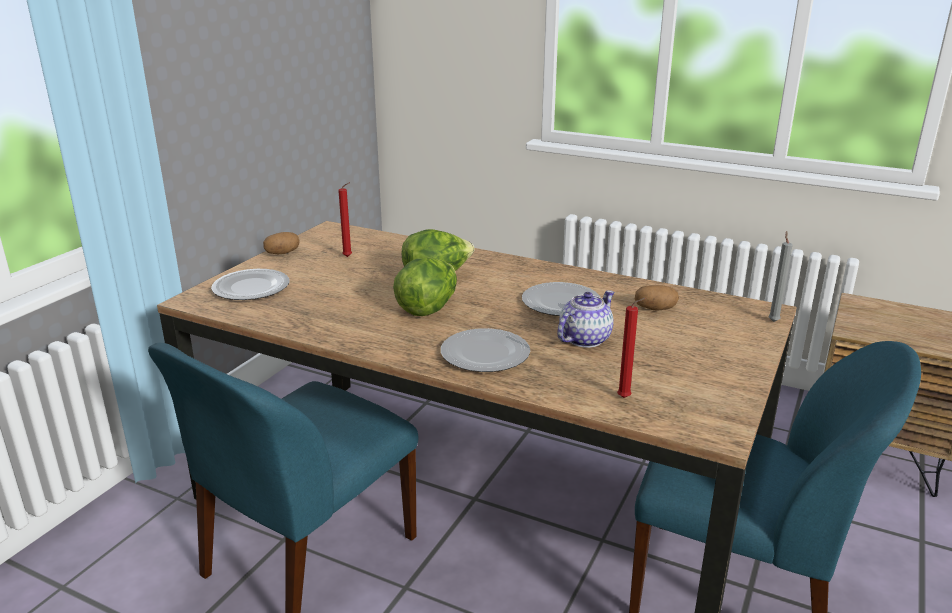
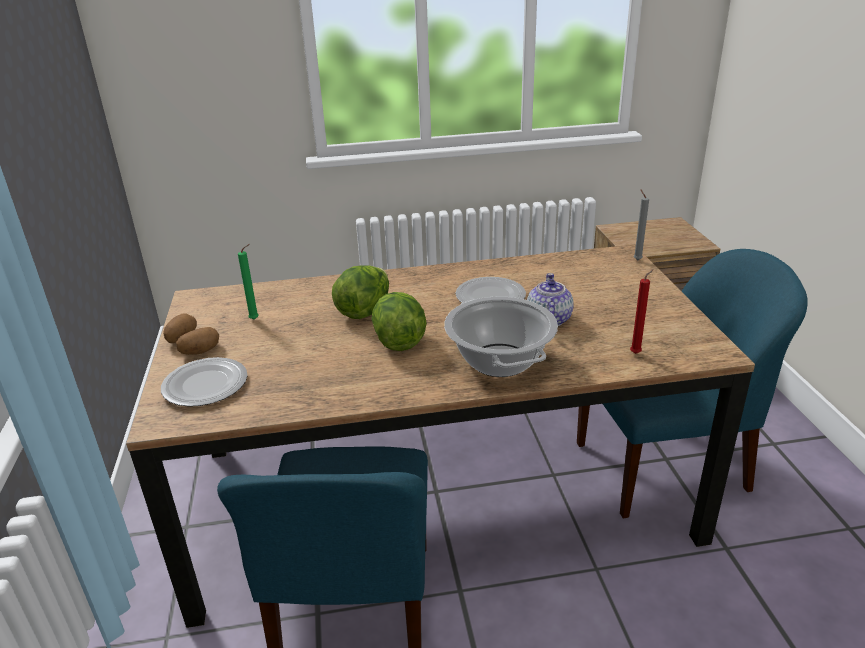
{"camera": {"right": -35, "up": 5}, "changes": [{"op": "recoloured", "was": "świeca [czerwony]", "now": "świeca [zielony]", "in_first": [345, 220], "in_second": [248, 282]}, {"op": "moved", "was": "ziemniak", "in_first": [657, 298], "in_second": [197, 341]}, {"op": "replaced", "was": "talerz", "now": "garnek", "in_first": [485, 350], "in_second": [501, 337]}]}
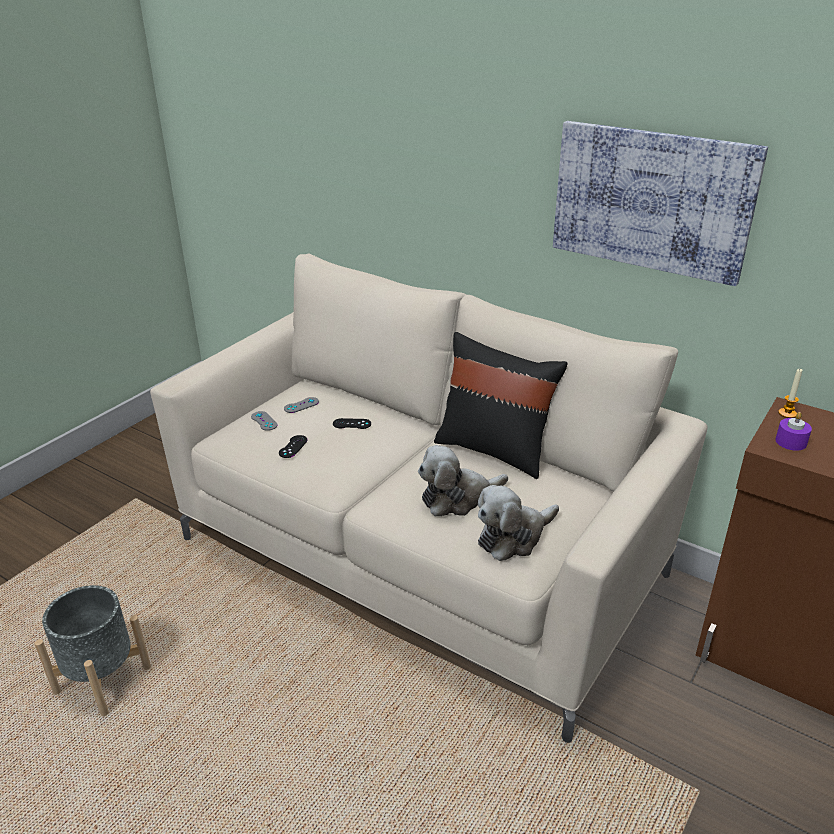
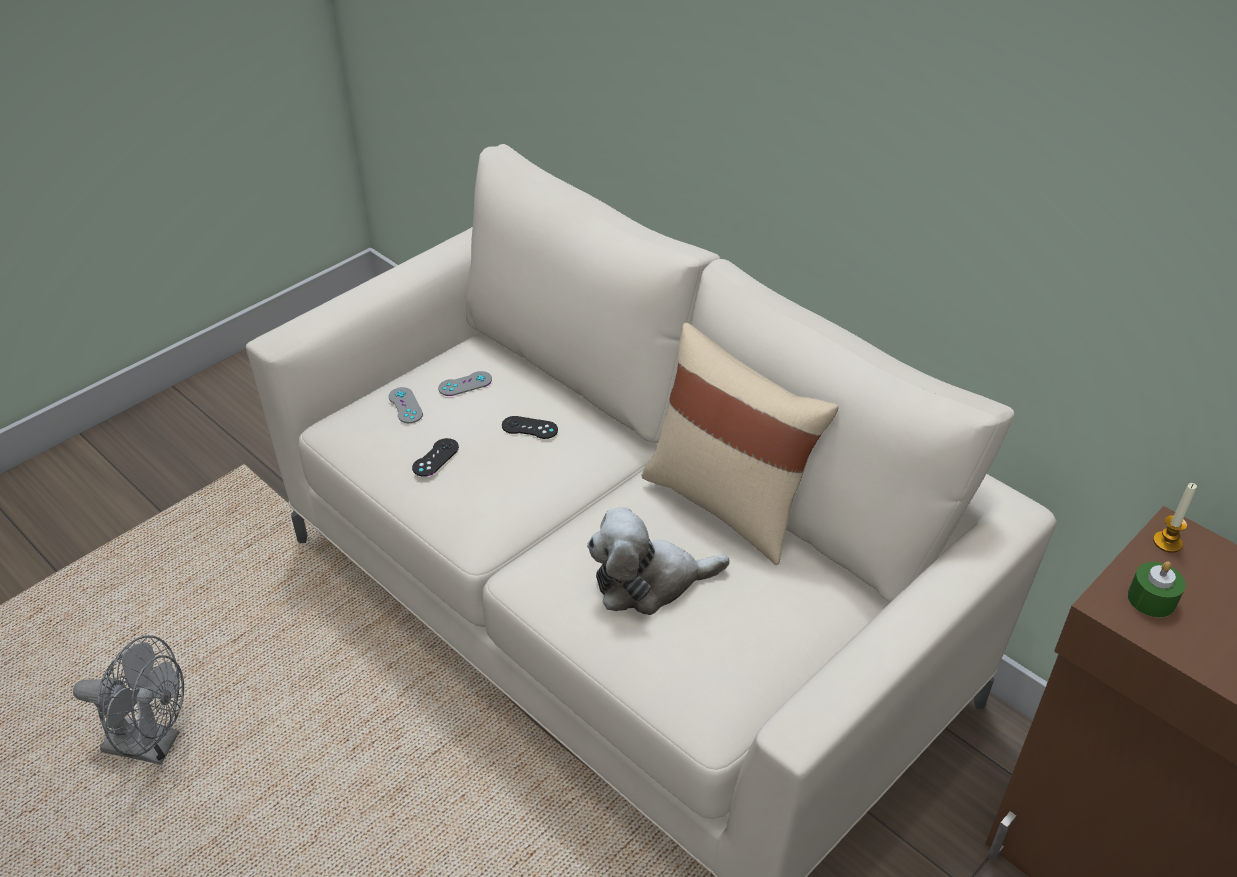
{"camera": {"right": 10, "up": 10}, "changes": [{"op": "removed", "was": "obraz", "in_first": [660, 203]}, {"op": "recoloured", "was": "poduszka [czarny]", "now": "poduszka [beżowy]", "in_first": [500, 405], "in_second": [740, 444]}, {"op": "recoloured", "was": "świeca [fioletowy]", "now": "świeca [zielony]", "in_first": [793, 431], "in_second": [1156, 589]}, {"op": "removed", "was": "pluszak", "in_first": [518, 523]}, {"op": "replaced", "was": "donica [szary]", "now": "wentylator [szary]", "in_first": [93, 650], "in_second": [128, 700]}]}
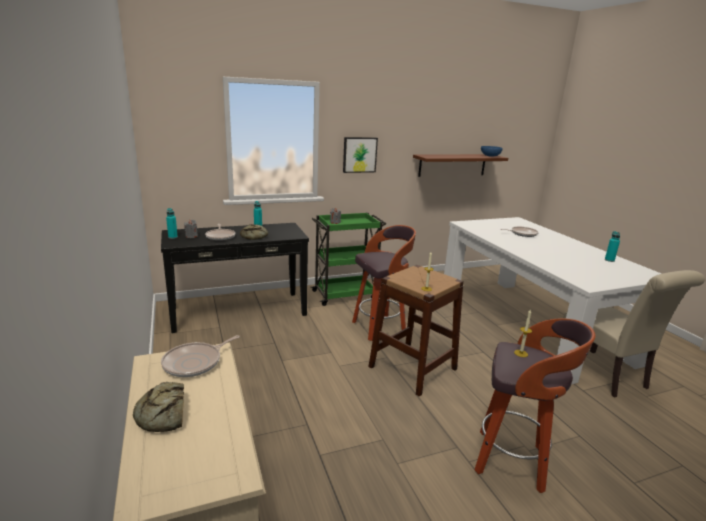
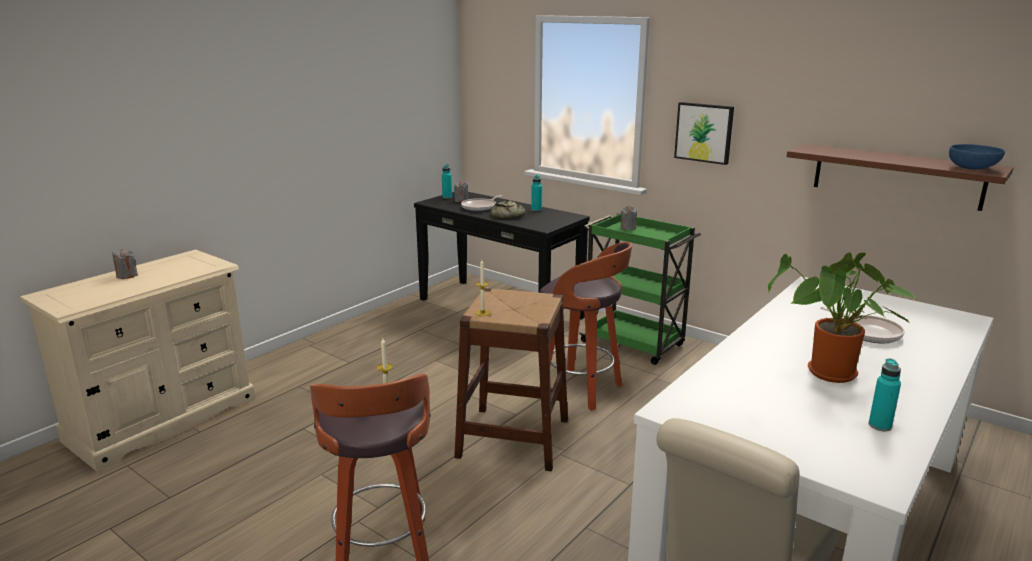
{"camera": {"right": 60, "up": 0}, "changes": [{"op": "removed", "was": "patelnia", "in_first": [200, 356]}, {"op": "replaced", "was": "chleb", "now": "świeca [szary]", "in_first": [158, 407], "in_second": [125, 264]}, {"op": "added", "now": "roślina doniczkowa", "in_second": [843, 317]}]}
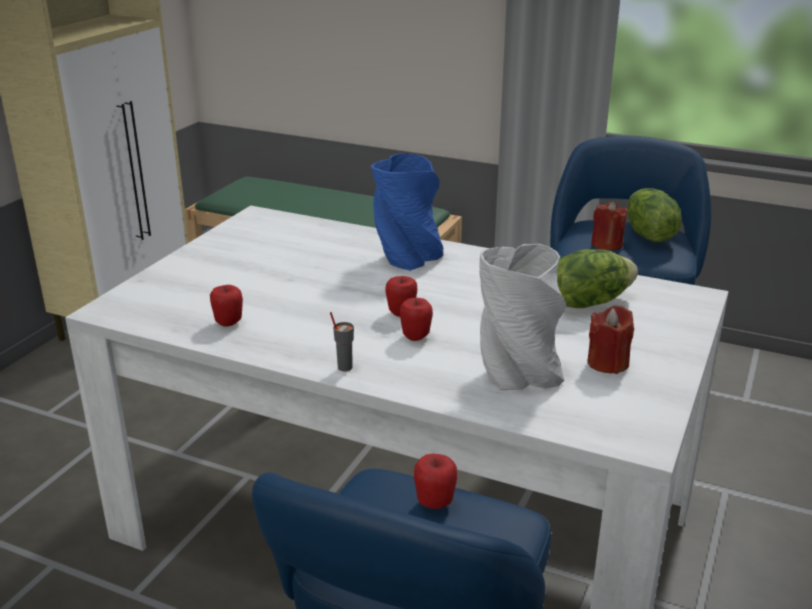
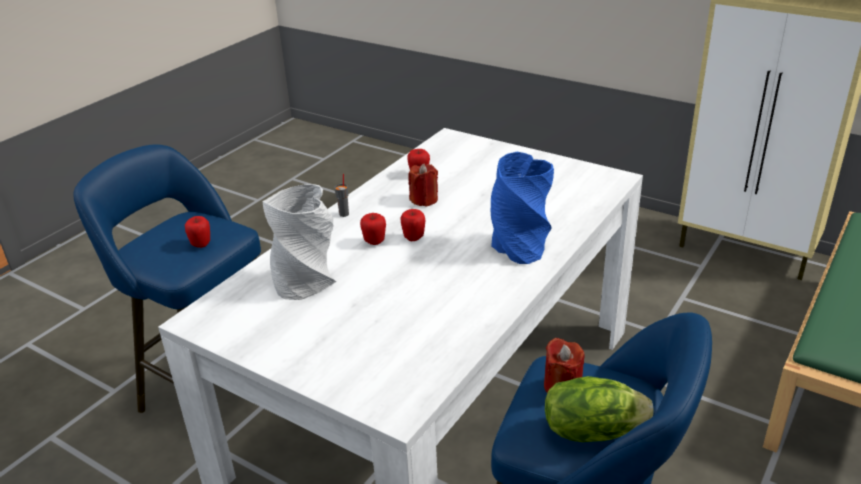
{"camera": {"right": 100, "up": 5}, "changes": [{"op": "removed", "was": "sałata", "in_first": [597, 278]}, {"op": "moved", "was": "świeca [czerwony]", "in_first": [610, 340], "in_second": [423, 185]}]}
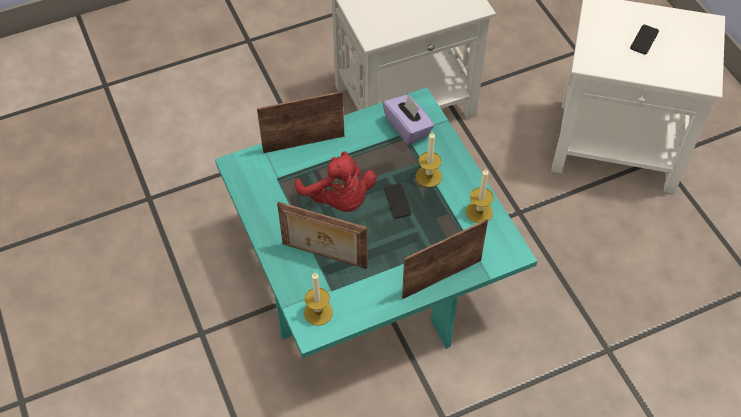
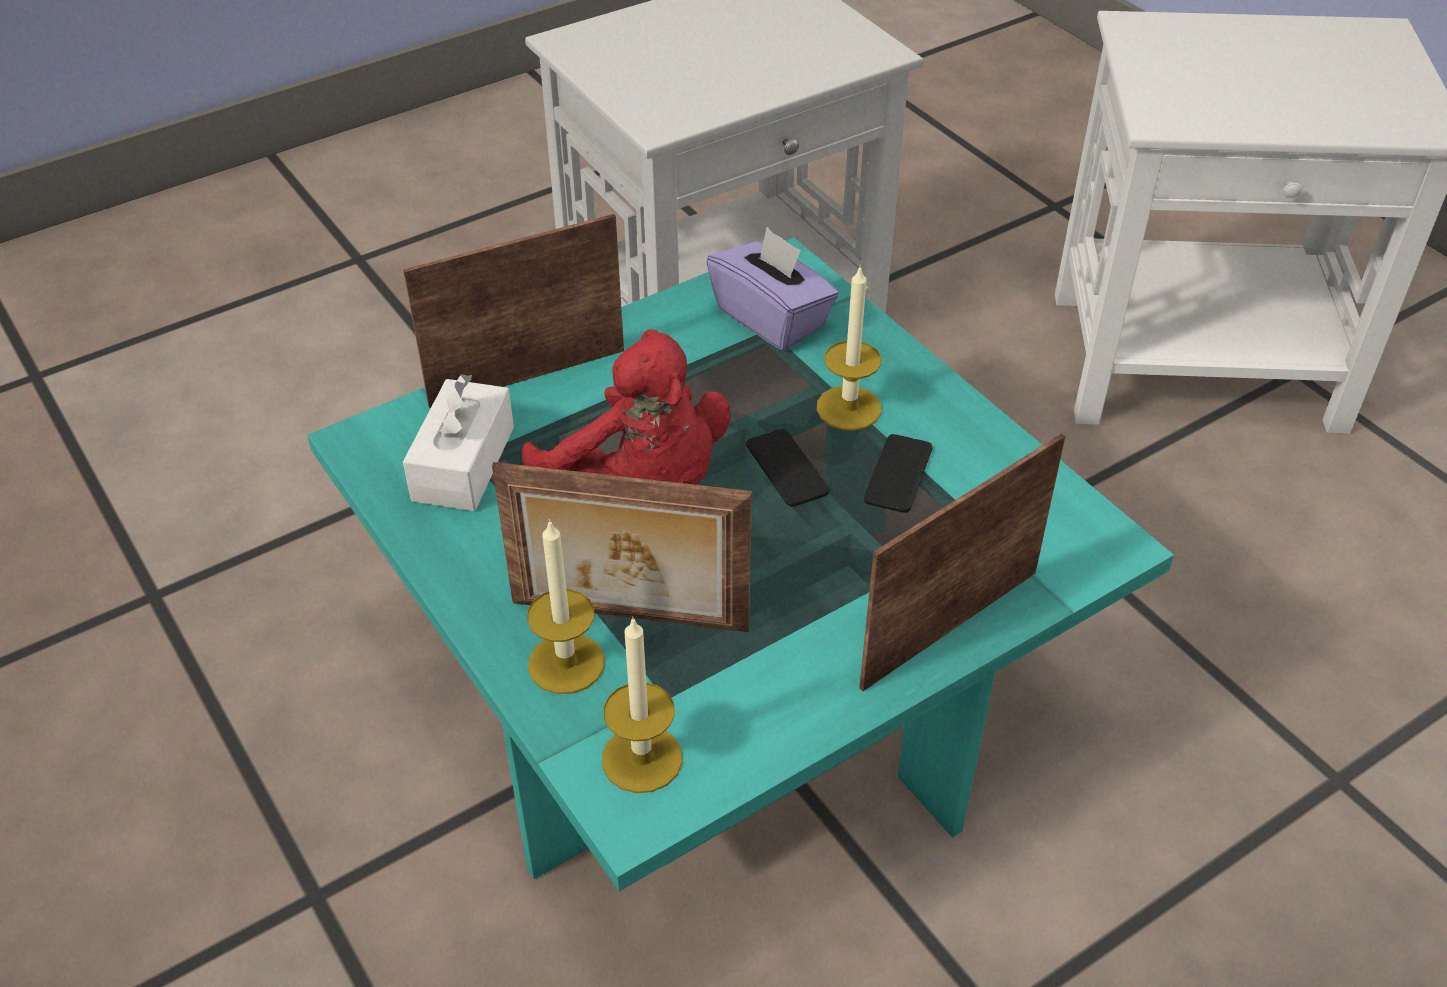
{"camera": {"right": -10, "up": -10}, "changes": [{"op": "moved", "was": "telefon", "in_first": [644, 39], "in_second": [898, 473]}, {"op": "moved", "was": "świeca", "in_first": [479, 196], "in_second": [566, 606]}, {"op": "added", "now": "pudełko chusteczek [biały]", "in_second": [458, 442]}]}
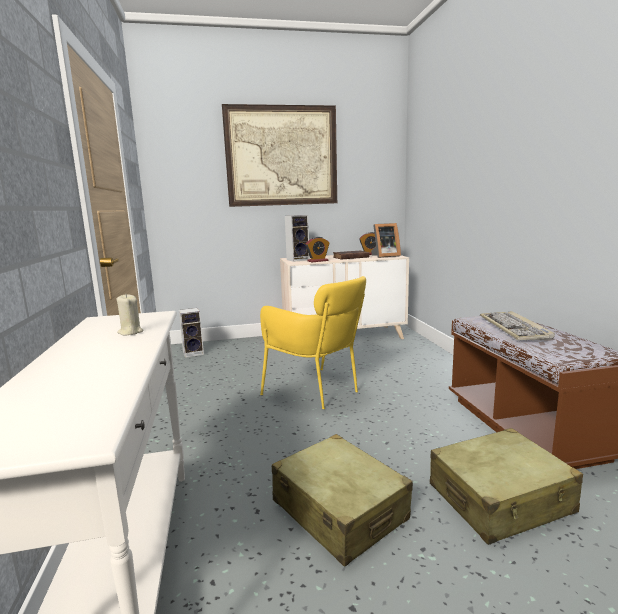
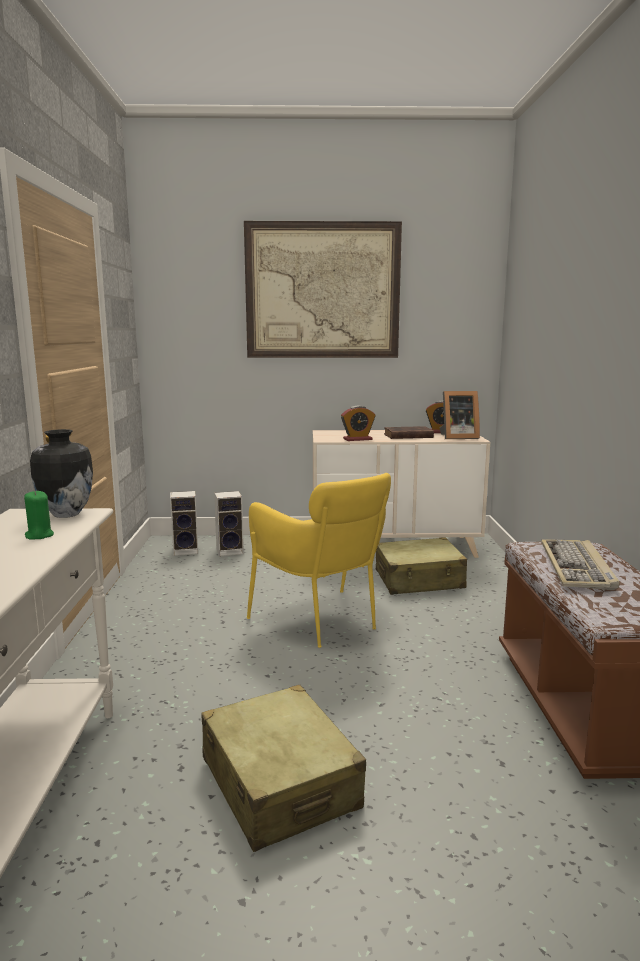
{"camera": {"right": 10, "up": 0}, "changes": [{"op": "moved", "was": "głośnik", "in_first": [297, 238], "in_second": [229, 524]}, {"op": "recoloured", "was": "świeca [beżowy]", "now": "świeca [zielony]", "in_first": [130, 314], "in_second": [39, 515]}, {"op": "moved", "was": "walizka [beżowy]", "in_first": [506, 486], "in_second": [421, 566]}, {"op": "added", "now": "wazon", "in_second": [61, 473]}]}
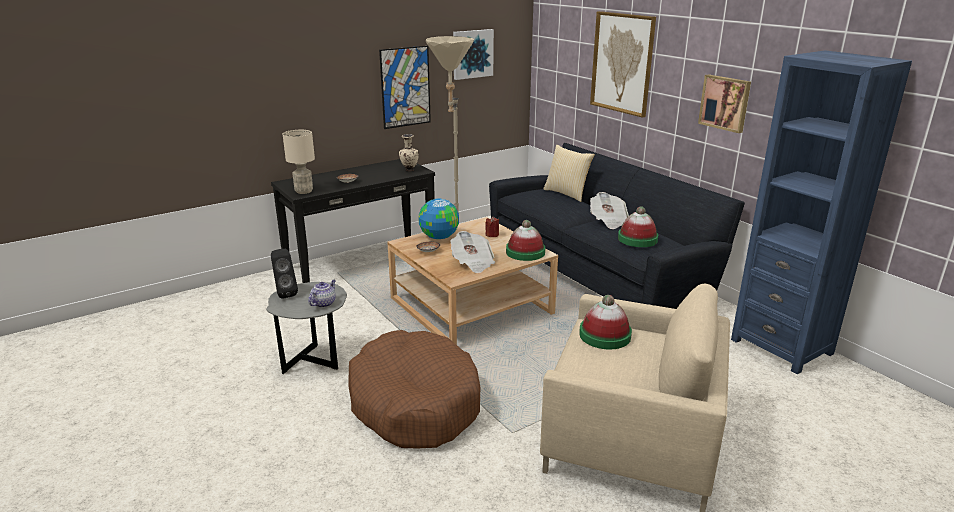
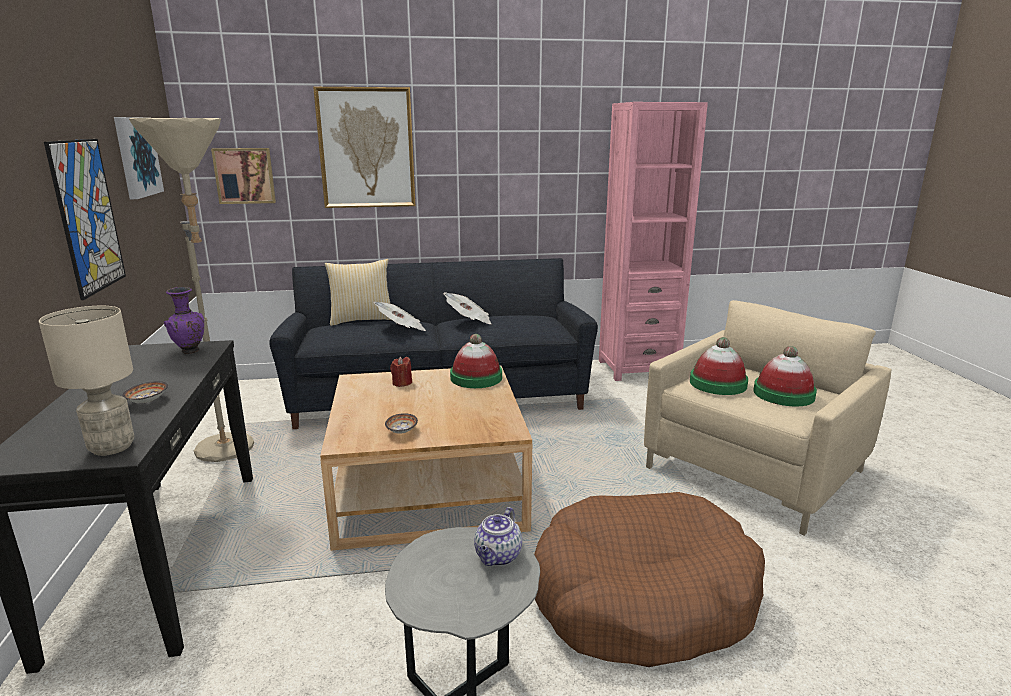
{"camera": {"right": -65, "up": -5}, "changes": [{"op": "recoloured", "was": "regał [niebieski]", "now": "regał [różowy]", "in_first": [821, 212], "in_second": [653, 241]}, {"op": "moved", "was": "obraz", "in_first": [724, 103], "in_second": [243, 176]}, {"op": "recoloured", "was": "wazon [beżowy]", "now": "wazon [fioletowy]", "in_first": [408, 152], "in_second": [184, 320]}, {"op": "removed", "was": "globus", "in_first": [438, 218]}, {"op": "moved", "was": "kapelusz", "in_first": [638, 226], "in_second": [785, 376]}, {"op": "moved", "was": "gazeta", "in_first": [472, 252], "in_second": [399, 316]}, {"op": "removed", "was": "głośnik [czarny]", "in_first": [284, 274]}, {"op": "turned", "was": "imbryk", "in_first": [322, 294], "in_second": [498, 536], "clockwise": -120}]}
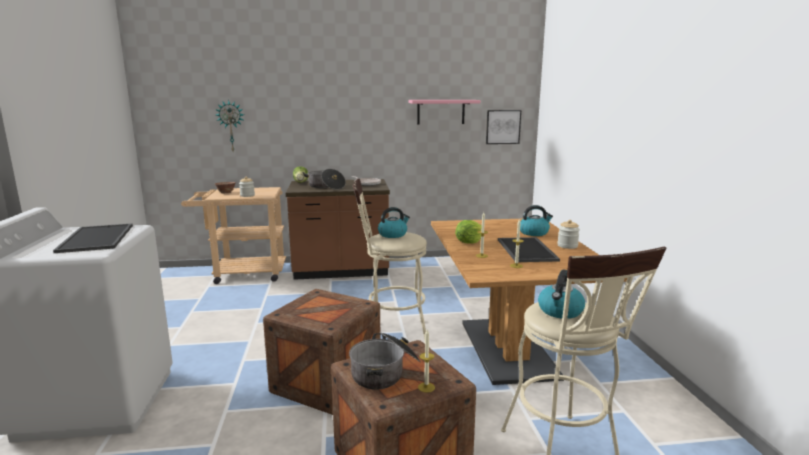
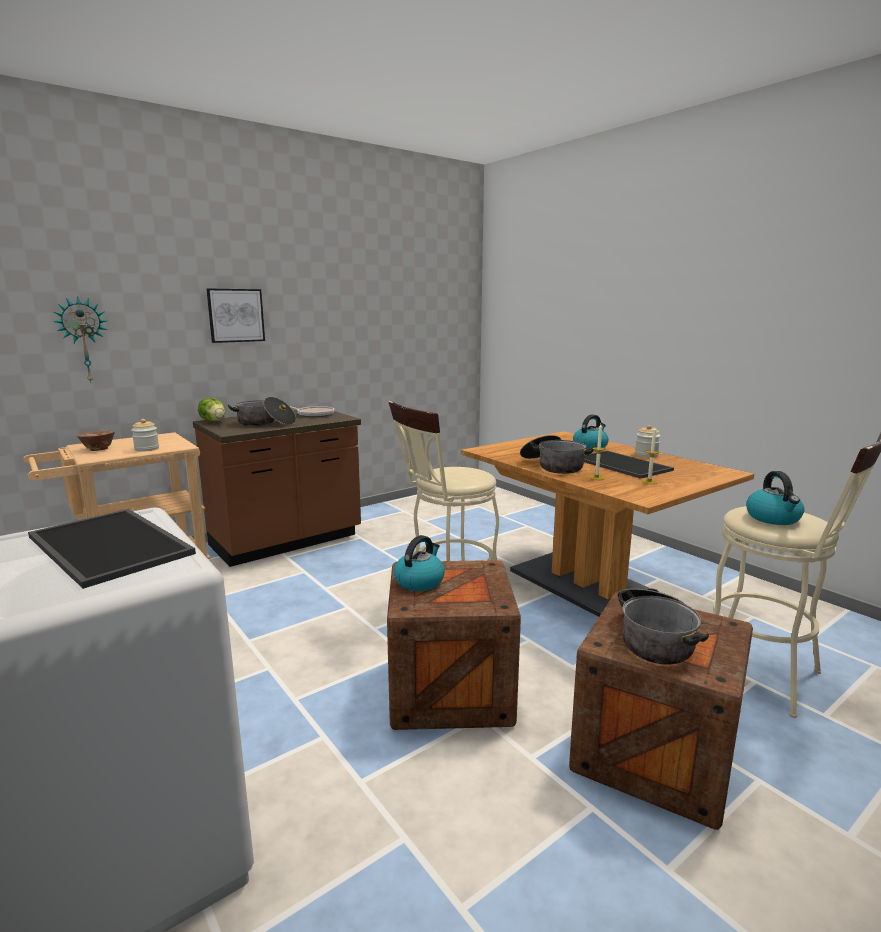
{"camera": {"right": -30, "up": 0}, "changes": [{"op": "removed", "was": "półka [różowy]", "in_first": [445, 112]}, {"op": "moved", "was": "obraz", "in_first": [503, 127], "in_second": [235, 315]}, {"op": "moved", "was": "czajnik", "in_first": [394, 222], "in_second": [419, 563]}, {"op": "replaced", "was": "sałata", "now": "garnek", "in_first": [468, 232], "in_second": [558, 454]}, {"op": "removed", "was": "świeca", "in_first": [426, 361]}]}
